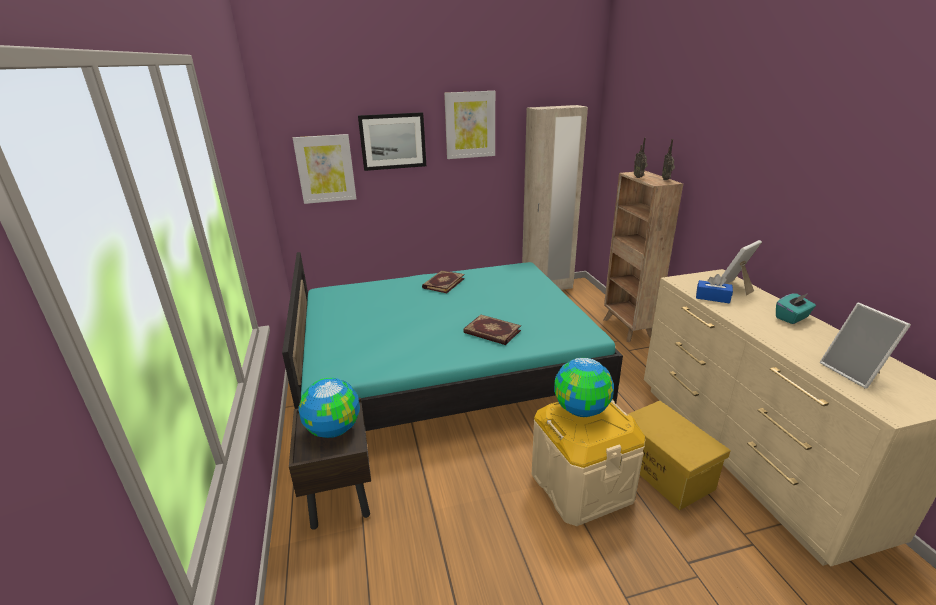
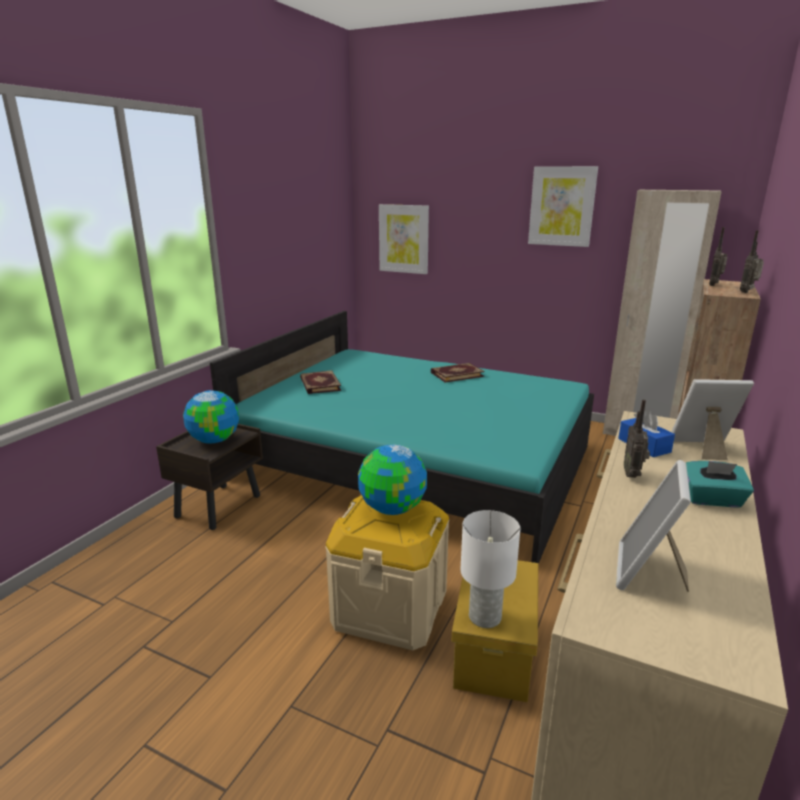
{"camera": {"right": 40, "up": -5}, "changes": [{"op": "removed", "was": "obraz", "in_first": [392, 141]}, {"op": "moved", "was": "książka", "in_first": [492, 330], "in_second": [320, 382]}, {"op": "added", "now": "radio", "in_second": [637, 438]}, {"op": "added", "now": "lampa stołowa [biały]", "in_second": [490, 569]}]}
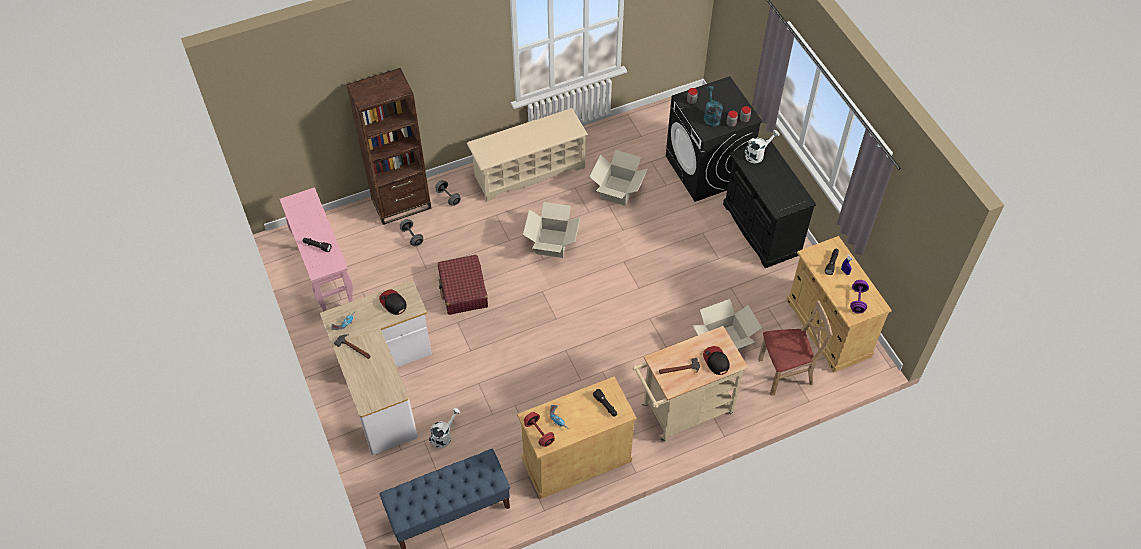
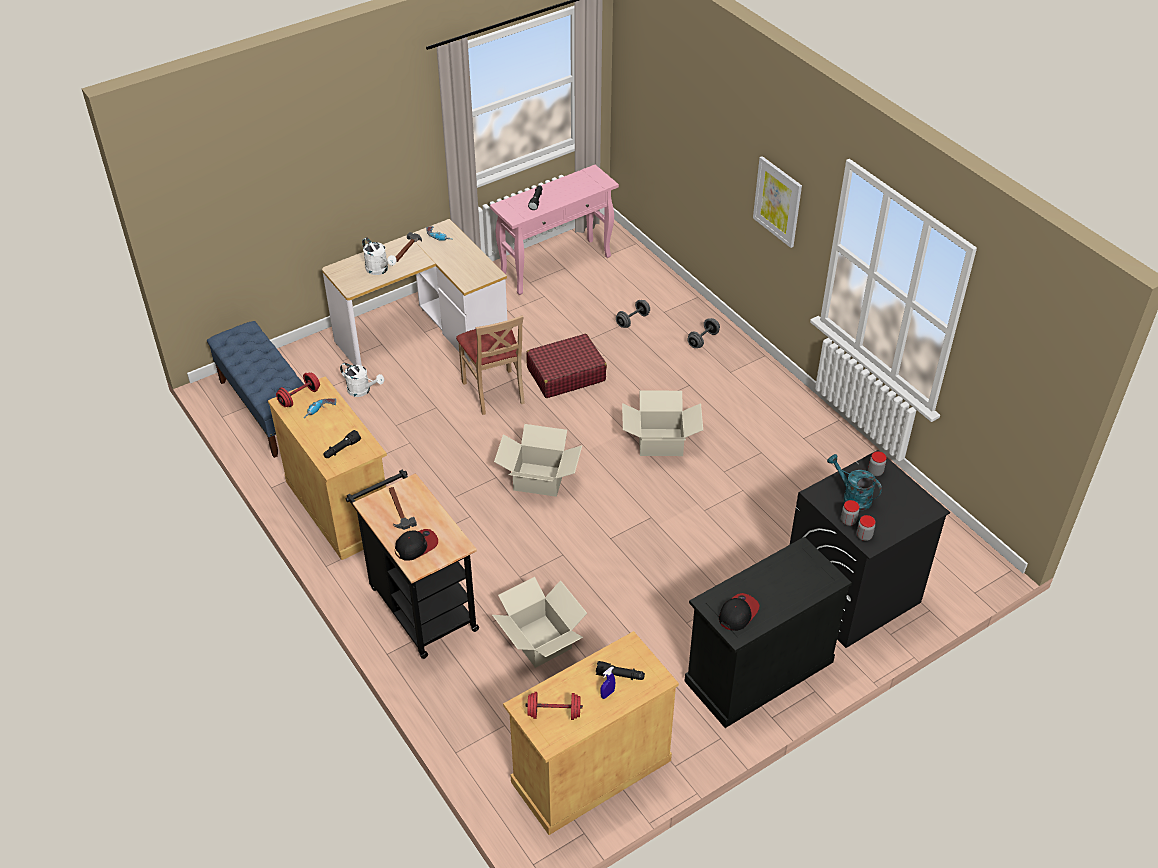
{"camera": {"right": 80, "up": -10}, "changes": [{"op": "removed", "was": "regał [brązowy]", "in_first": [389, 146]}, {"op": "turned", "was": "konewka [turkusowy]", "in_first": [713, 106], "in_second": [854, 482], "clockwise": -120}, {"op": "removed", "was": "regał na buty [beżowy]", "in_first": [527, 155]}, {"op": "moved", "was": "konewka [biały]", "in_first": [762, 146], "in_second": [379, 256]}, {"op": "moved", "was": "karton", "in_first": [619, 178], "in_second": [538, 460]}, {"op": "recoloured", "was": "hantel [fioletowy]", "now": "hantel [czerwony]", "in_first": [859, 296], "in_second": [554, 706]}, {"op": "moved", "was": "czapka z daszkiem", "in_first": [393, 302], "in_second": [739, 612]}, {"op": "moved", "was": "krzesło [beżowy]", "in_first": [795, 348], "in_second": [490, 365]}, {"op": "recoloured", "was": "wózek [beżowy]", "now": "wózek [czarny]", "in_first": [690, 384], "in_second": [412, 564]}, {"op": "added", "now": "obraz", "in_second": [777, 202]}]}
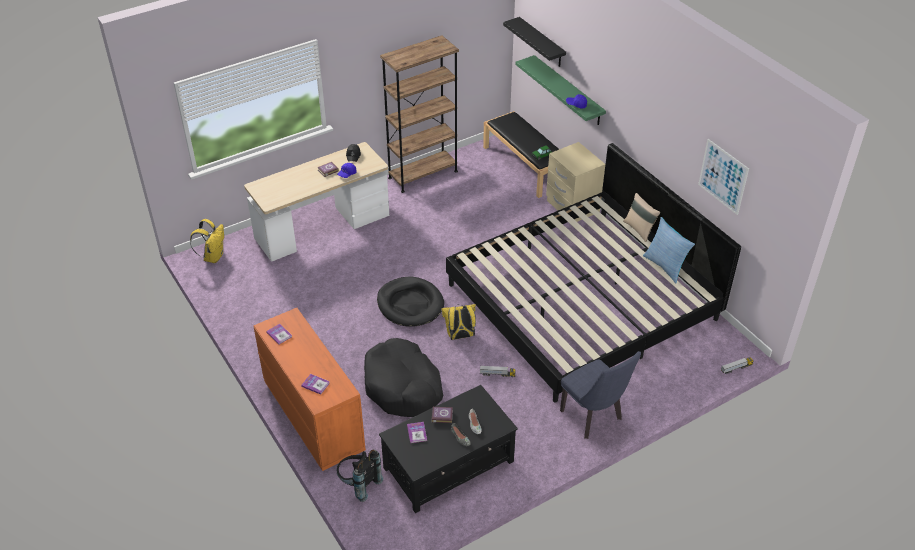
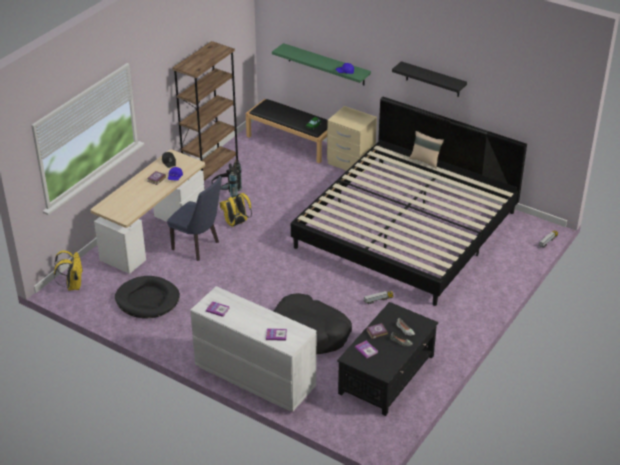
{"camera": {"right": -25, "up": -5}, "changes": [{"op": "moved", "was": "półka [czarny]", "in_first": [534, 42], "in_second": [429, 79]}, {"op": "removed", "was": "obraz", "in_first": [723, 177]}, {"op": "removed", "was": "poduszka", "in_first": [669, 250]}, {"op": "moved", "was": "legowisko [czarny]", "in_first": [410, 302], "in_second": [147, 297]}, {"op": "moved", "was": "plecak [żółty]", "in_first": [458, 322], "in_second": [236, 210]}, {"op": "recoloured", "was": "komoda [pomarańczowy]", "now": "komoda [biały]", "in_first": [309, 389], "in_second": [253, 349]}, {"op": "moved", "was": "krzesło [niebieski]", "in_first": [600, 395], "in_second": [194, 218]}, {"op": "moved", "was": "plecak [czarny]", "in_first": [360, 476], "in_second": [226, 178]}]}
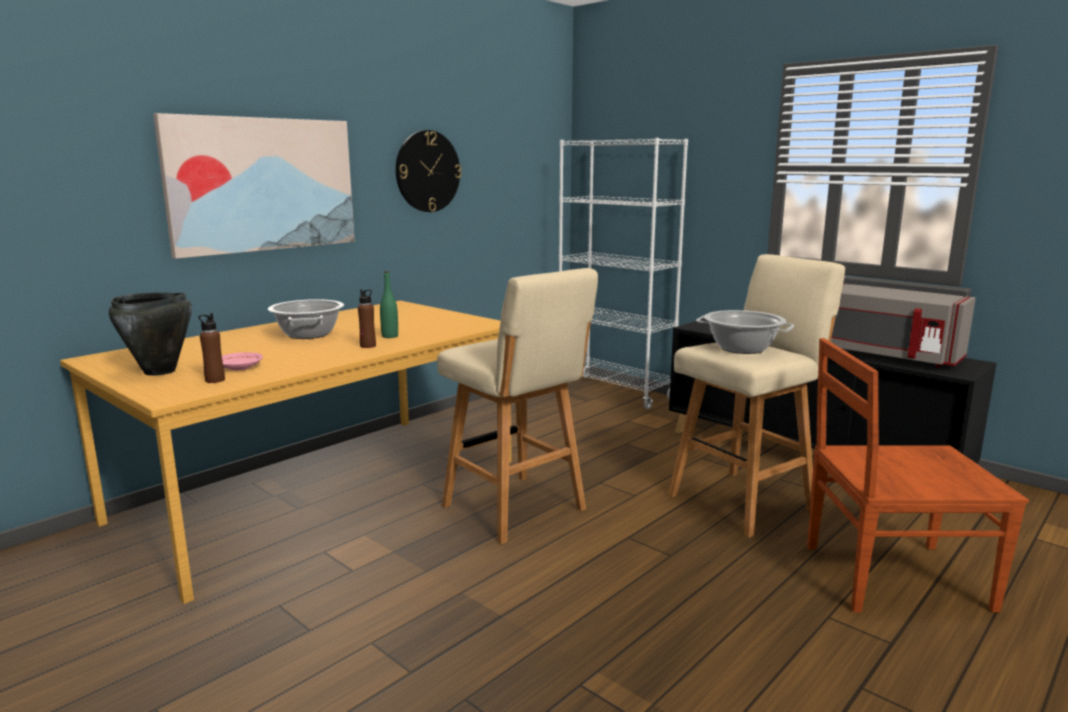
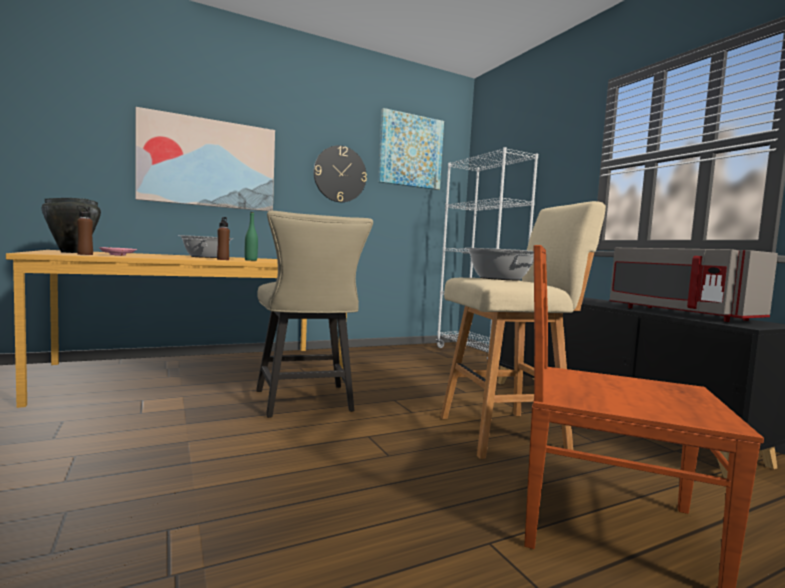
{"camera": {"right": 20, "up": -10}, "changes": [{"op": "replaced", "was": "stołek [beżowy]", "now": "krzesło [beżowy]", "in_first": [517, 406], "in_second": [314, 314]}, {"op": "added", "now": "obraz", "in_second": [411, 149]}]}
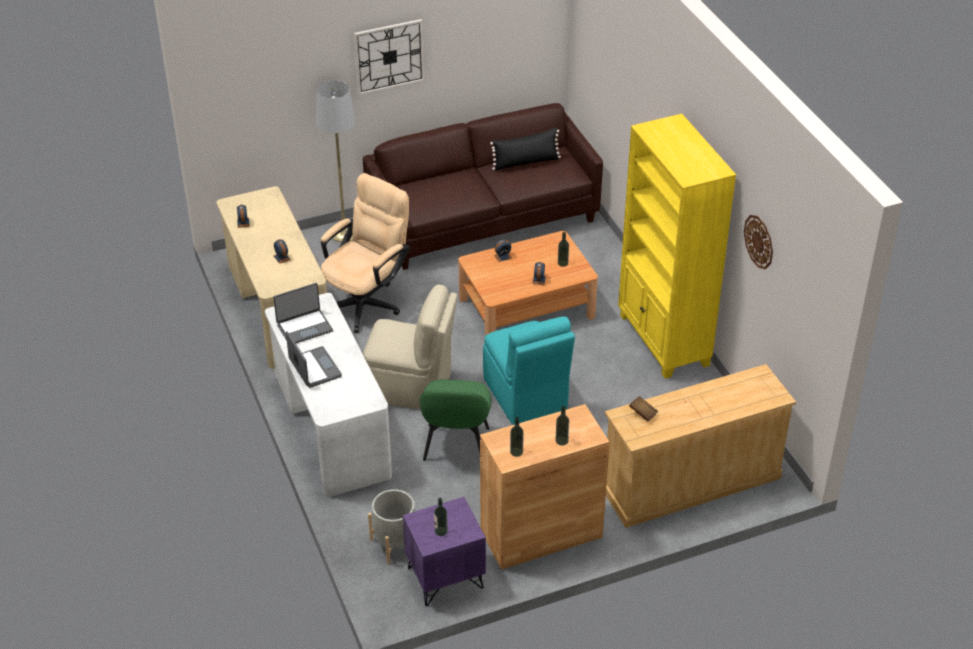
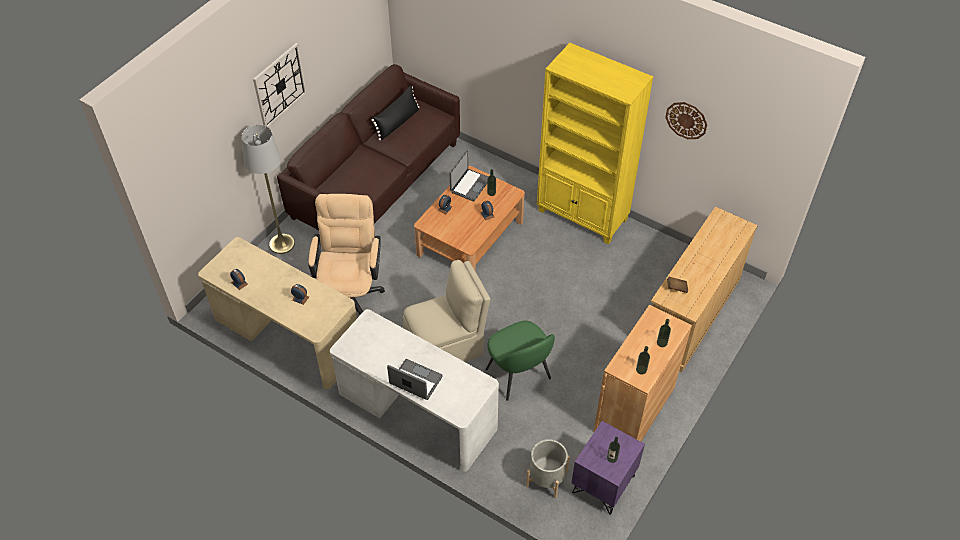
{"camera": {"right": -35, "up": 10}, "changes": [{"op": "moved", "was": "laptop", "in_first": [303, 313], "in_second": [469, 176]}, {"op": "removed", "was": "krzesło [turkusowy]", "in_first": [529, 370]}]}
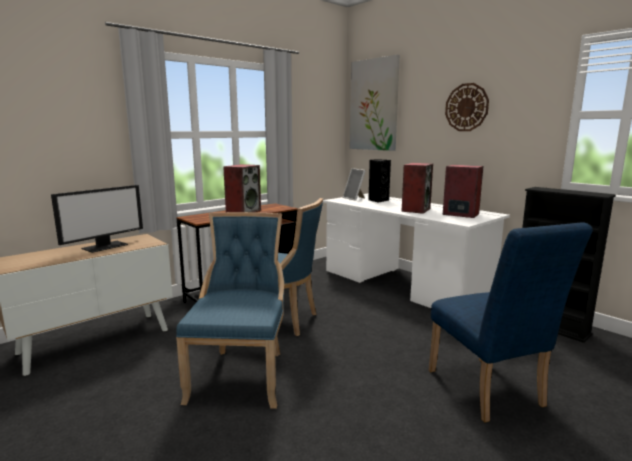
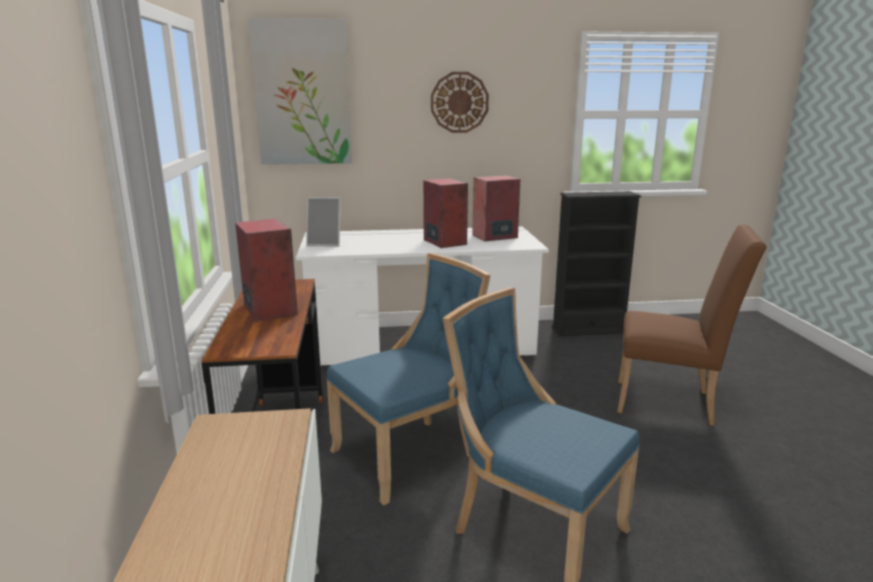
{"camera": {"right": -55, "up": 5}, "changes": [{"op": "removed", "was": "głośnik [czarny]", "in_first": [379, 181]}, {"op": "removed", "was": "monitor", "in_first": [97, 219]}, {"op": "recoloured", "was": "krzesło [niebieski]", "now": "krzesło [brązowy]", "in_first": [511, 322], "in_second": [692, 325]}]}
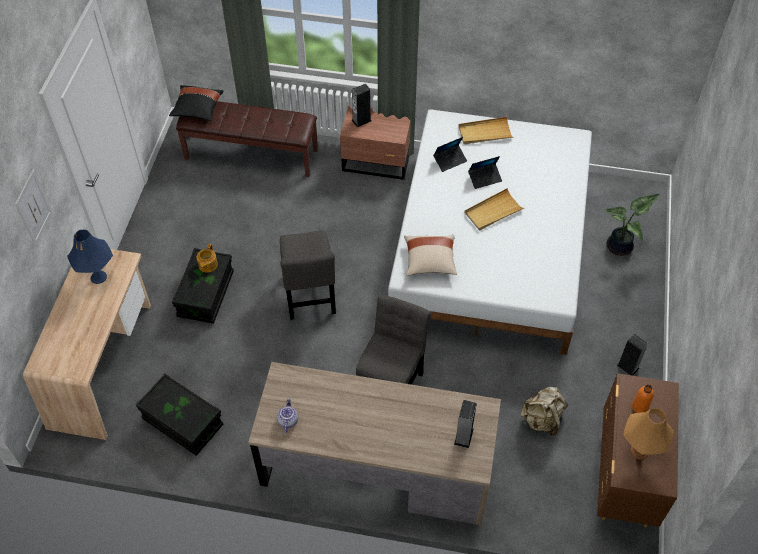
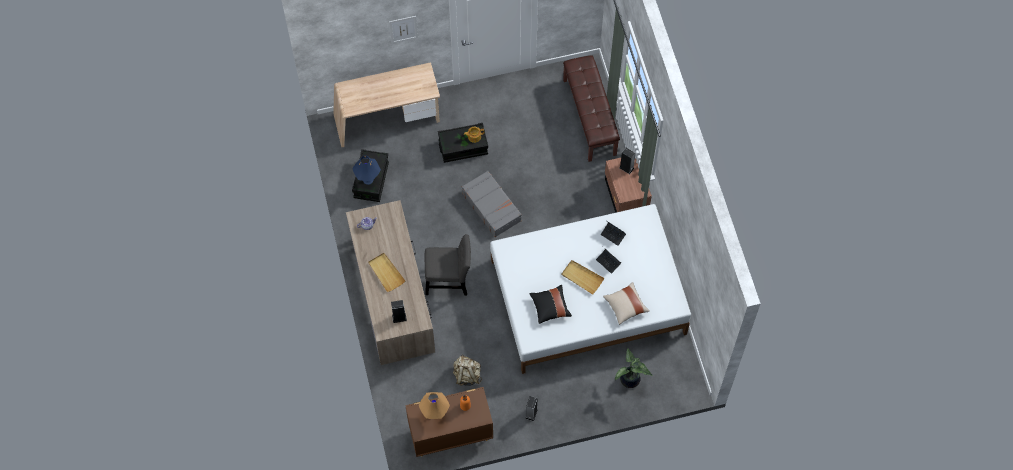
{"camera": {"right": 65, "up": 10}, "changes": [{"op": "moved", "was": "poduszka [czarny]", "in_first": [196, 103], "in_second": [550, 304]}, {"op": "moved", "was": "taca [beżowy]", "in_first": [486, 130], "in_second": [386, 272]}, {"op": "moved", "was": "lampa stołowa [niebieski]", "in_first": [90, 257], "in_second": [366, 170]}, {"op": "replaced", "was": "krzesło [szary]", "now": "walizka [szary]", "in_first": [308, 275], "in_second": [492, 204]}, {"op": "moved", "was": "poduszka [beżowy]", "in_first": [430, 255], "in_second": [626, 303]}]}
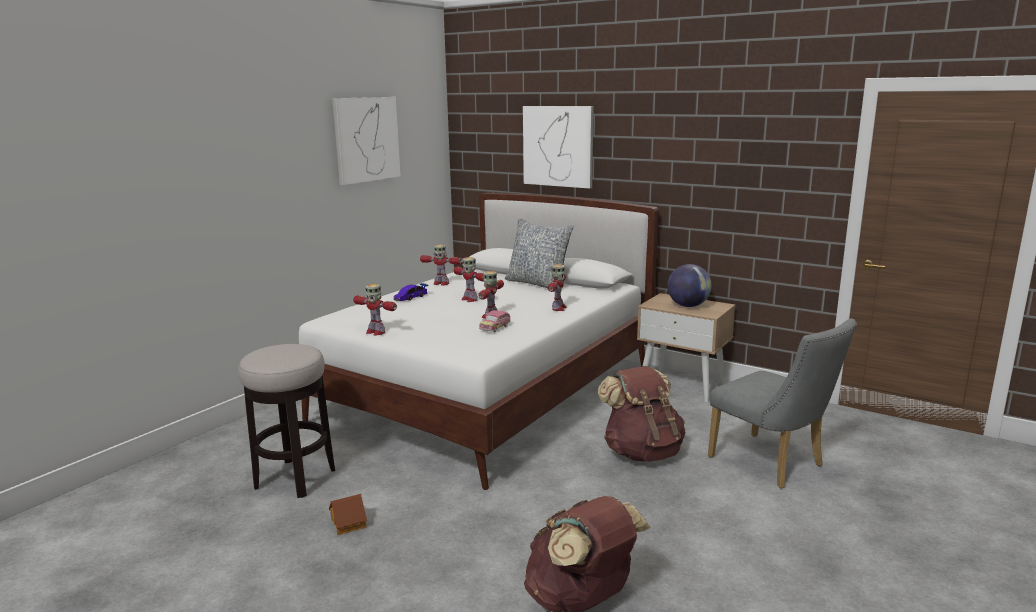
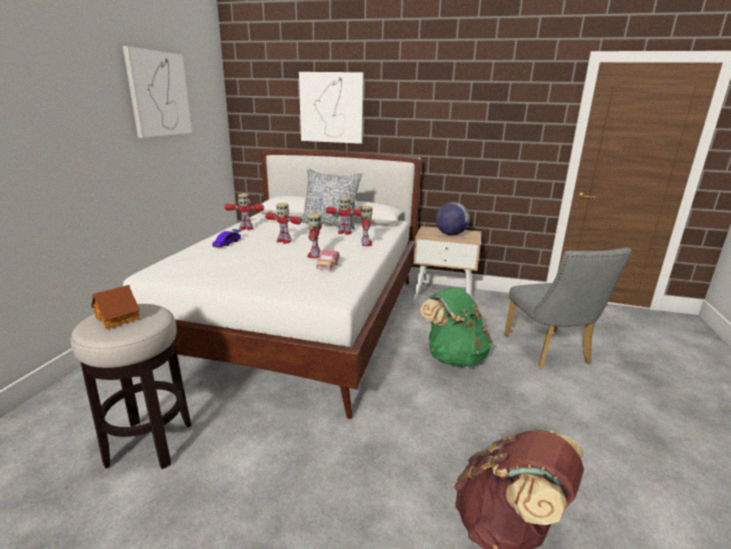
{"camera": {"right": -20, "up": 5}, "changes": [{"op": "moved", "was": "robot zabawkowy", "in_first": [375, 310], "in_second": [343, 216]}, {"op": "turned", "was": "krzesło [szary]", "in_first": [782, 403], "in_second": [568, 308], "clockwise": 45}, {"op": "recoloured", "was": "plecak [brązowy]", "now": "plecak [zielony]", "in_first": [641, 414], "in_second": [456, 327]}, {"op": "moved", "was": "domek", "in_first": [348, 514], "in_second": [115, 307]}]}
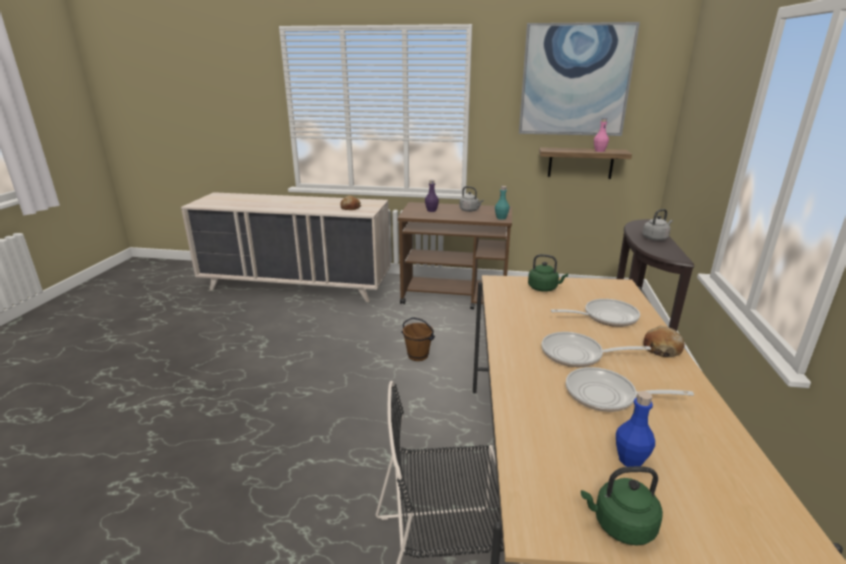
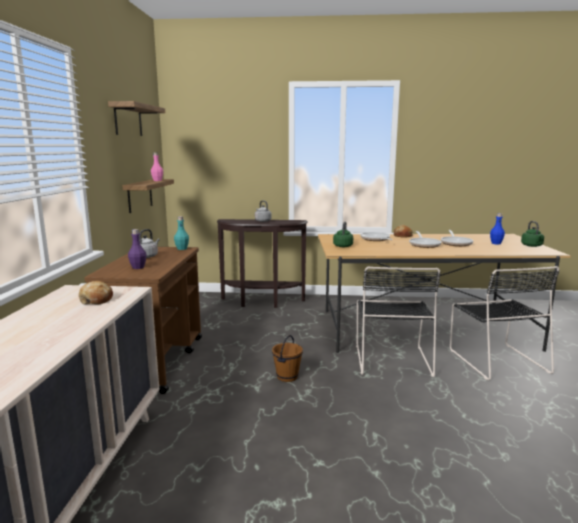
{"camera": {"right": -95, "up": -10}, "changes": [{"op": "replaced", "was": "obraz", "now": "półka", "in_first": [579, 79], "in_second": [136, 118]}, {"op": "added", "now": "krzesło [czarny]", "in_second": [398, 322]}]}
